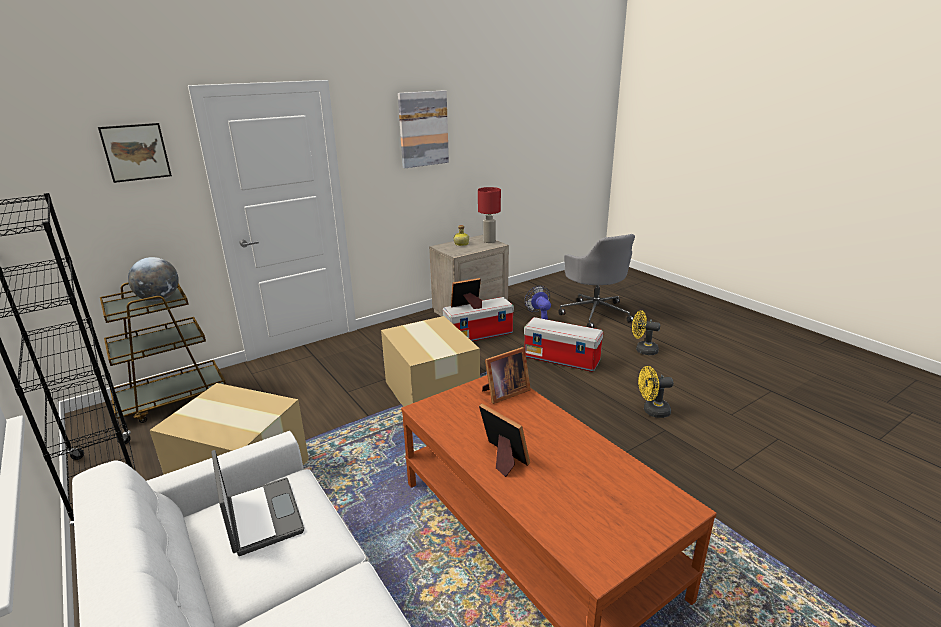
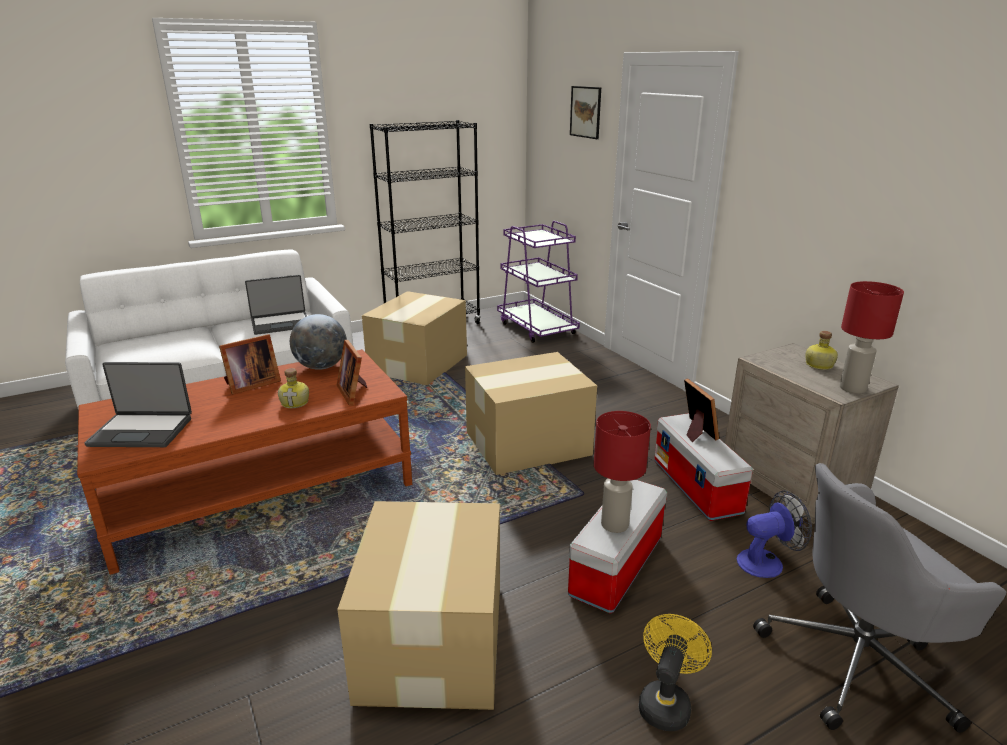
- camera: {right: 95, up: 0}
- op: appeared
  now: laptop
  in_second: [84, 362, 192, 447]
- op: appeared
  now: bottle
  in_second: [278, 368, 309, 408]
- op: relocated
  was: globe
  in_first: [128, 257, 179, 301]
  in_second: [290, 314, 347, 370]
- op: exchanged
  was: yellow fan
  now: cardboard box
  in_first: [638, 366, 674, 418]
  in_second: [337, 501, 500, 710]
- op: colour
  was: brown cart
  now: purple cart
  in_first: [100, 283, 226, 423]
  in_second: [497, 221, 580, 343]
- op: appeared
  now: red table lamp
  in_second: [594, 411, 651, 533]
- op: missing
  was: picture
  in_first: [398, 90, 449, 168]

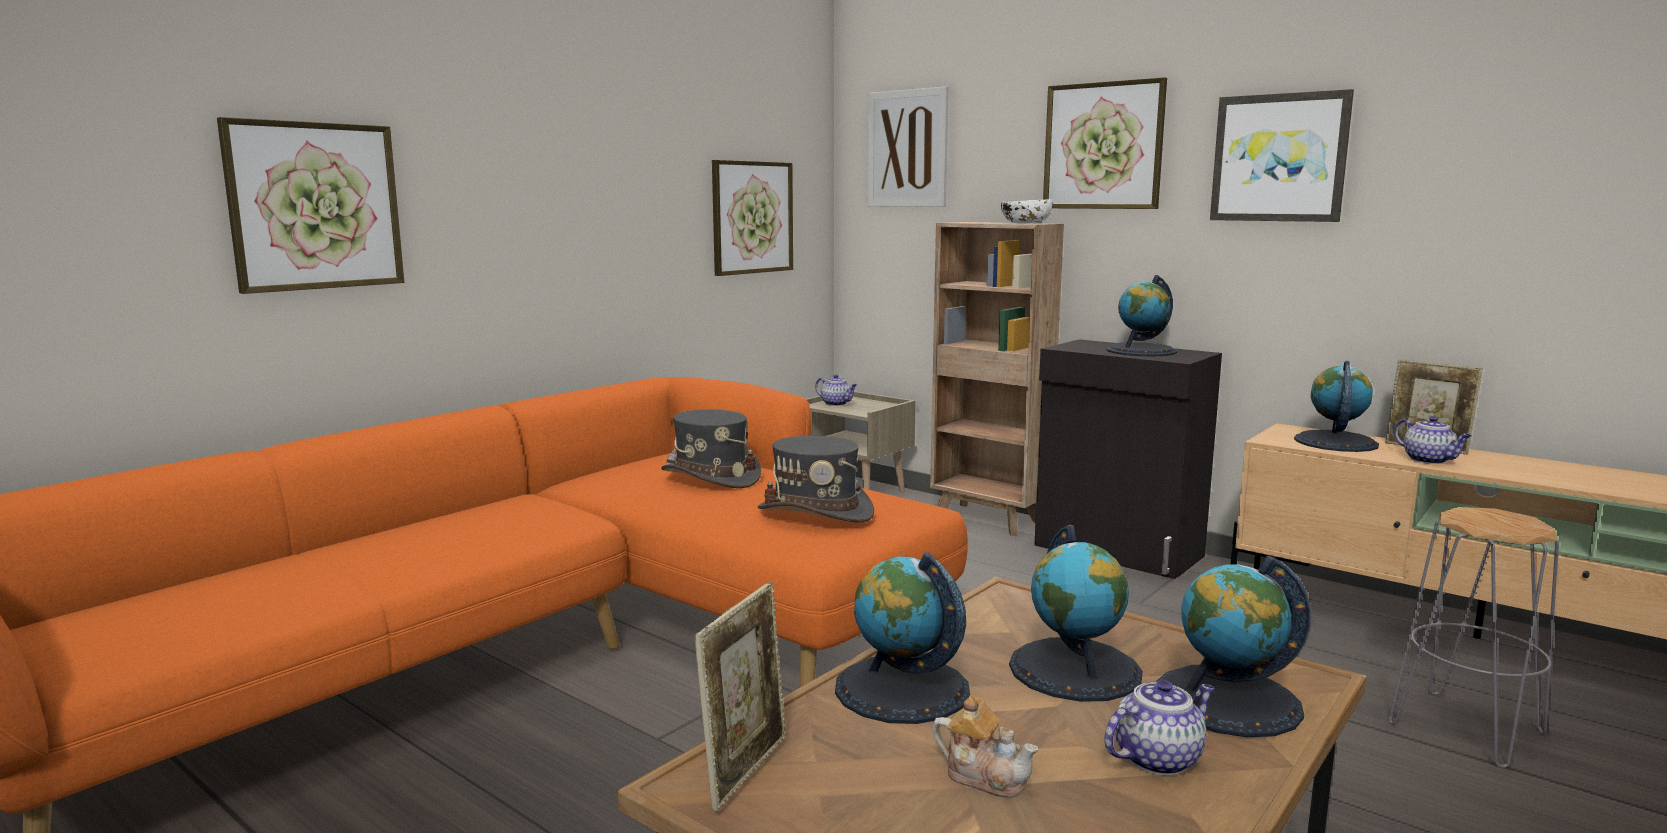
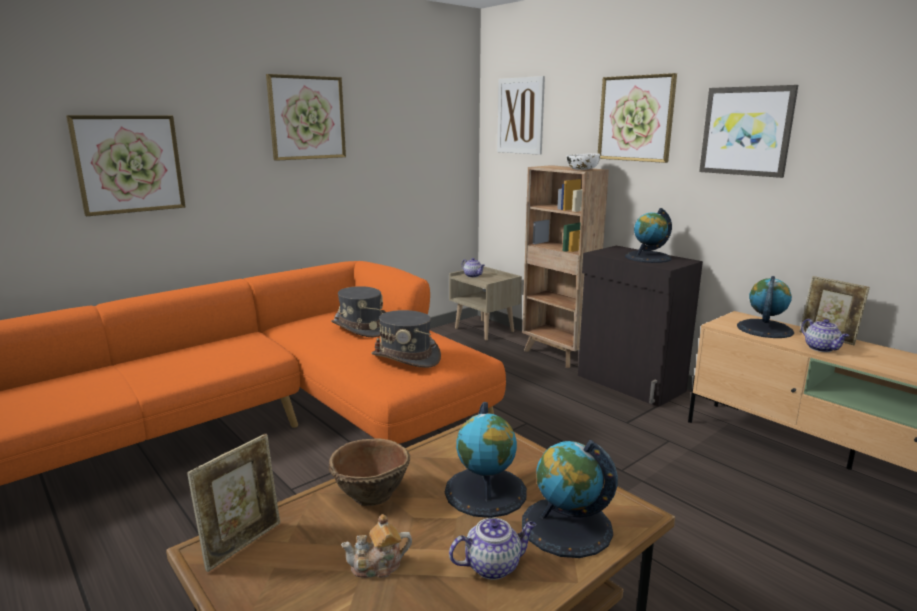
- camera: {right: 10, up: 5}
- op: relocated
  was: picture
  in_first: [712, 160, 793, 276]
  in_second: [266, 74, 346, 161]
- op: exchanged
  was: globe
  now: brown bowl
  in_first: [835, 552, 970, 724]
  in_second: [328, 438, 410, 506]
- op: spun
  was: teapot
  in_first: [932, 695, 1038, 798]
  in_second: [341, 514, 412, 578]
  clockwise: 120
- op: missing
  was: grey stool
  in_first: [1388, 507, 1559, 768]

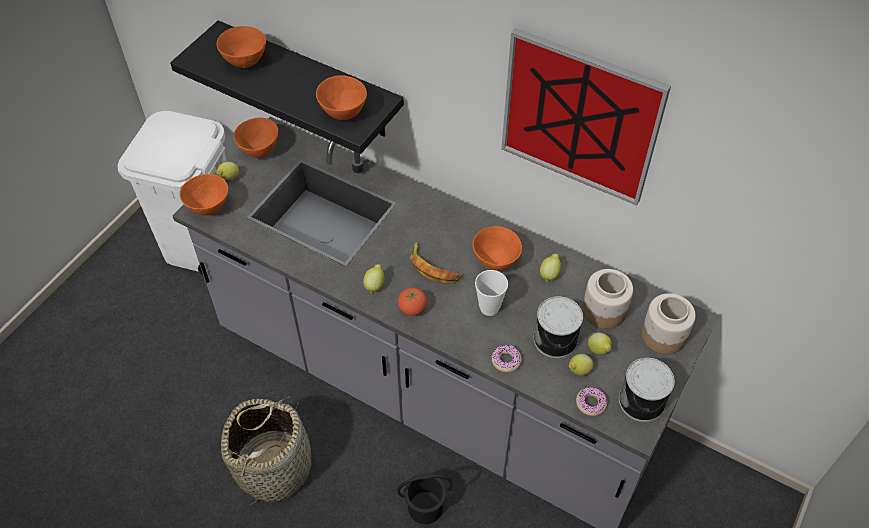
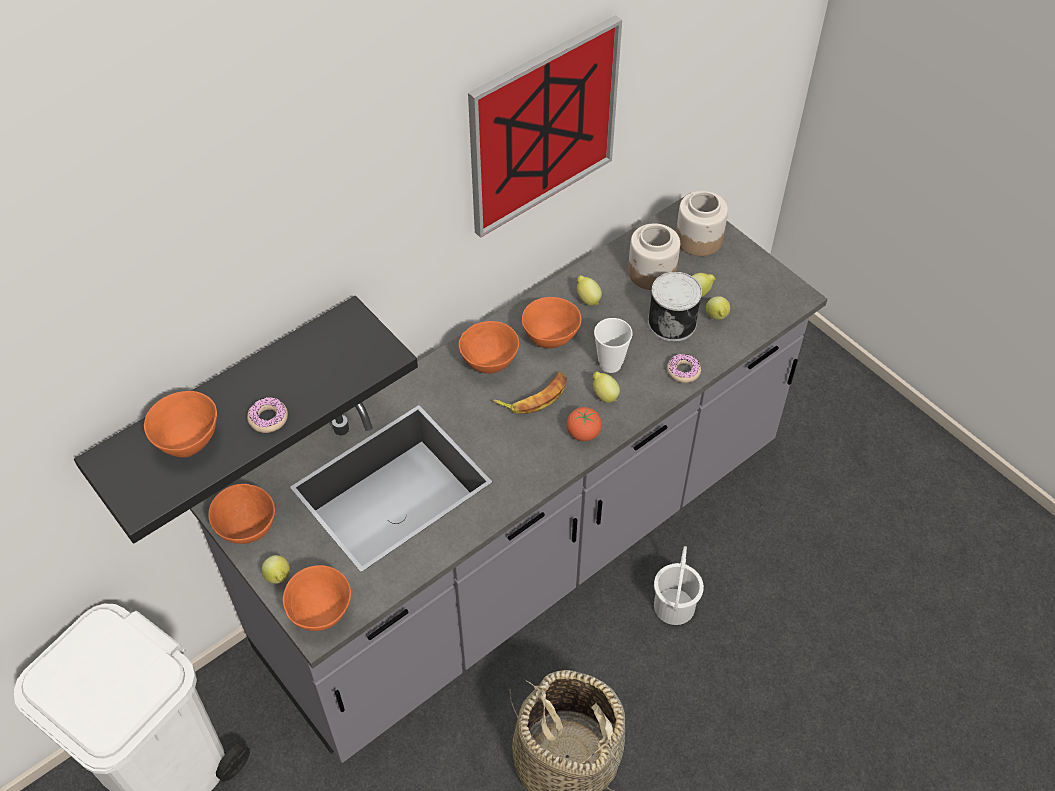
- camera: {right: -70, up: 0}
- op: relocated
  was: donut
  in_first: [576, 387, 607, 416]
  in_second: [247, 397, 288, 433]
- op: relocated
  was: orange bowl
  in_first: [316, 75, 367, 120]
  in_second: [459, 321, 519, 374]
- op: relocated
  was: lemon
  in_first: [363, 264, 384, 294]
  in_second: [593, 371, 620, 403]
- op: colour
  was: black bucket
  now: white bucket
  in_first: [397, 473, 453, 524]
  in_second: [654, 546, 704, 625]
- op: missing
  was: can
  in_first: [619, 358, 675, 422]

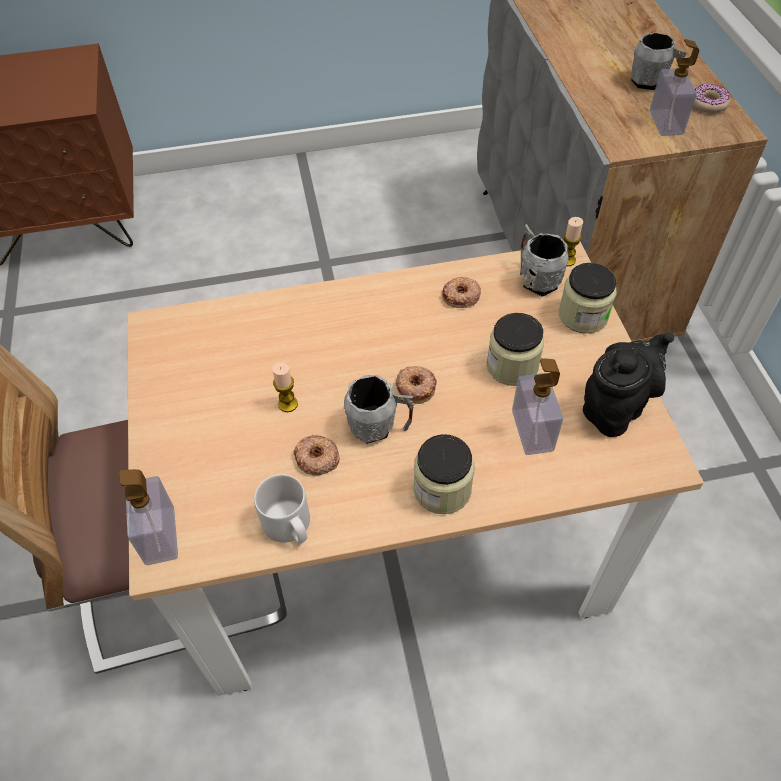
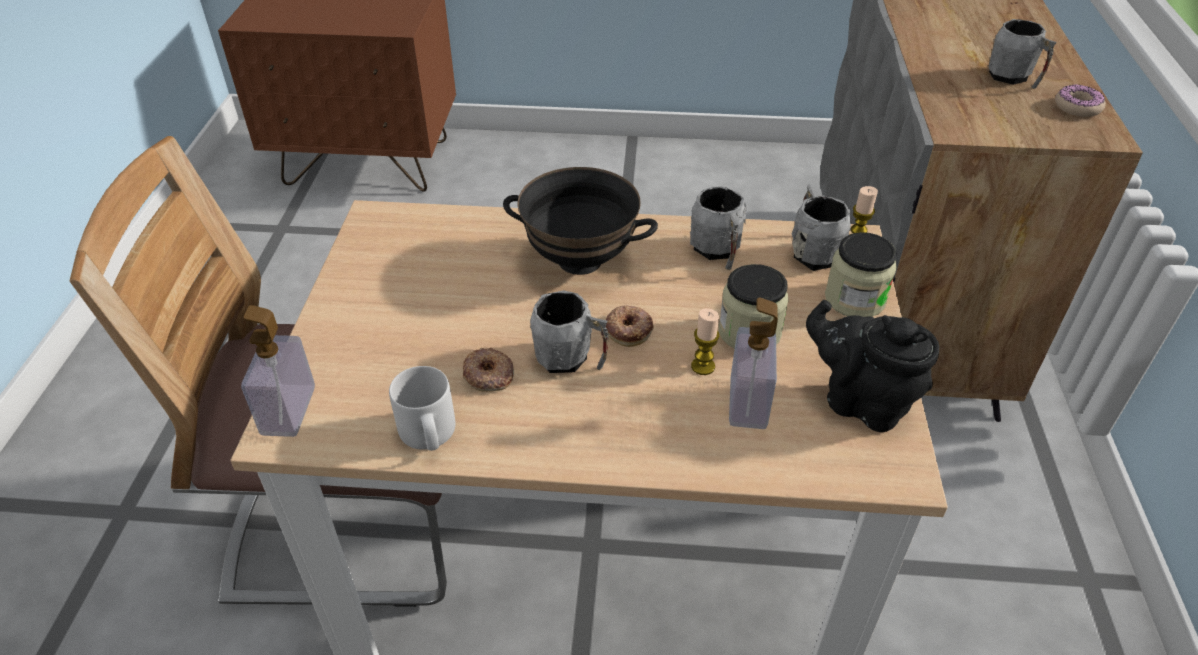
- camera: {right: 15, up: -10}
- op: appeared
  now: black bowl
  in_second: [503, 167, 658, 275]
- op: exchanged
  was: donut
  now: grey mug
  in_first: [442, 277, 481, 308]
  in_second: [690, 186, 747, 270]
- op: relocated
  was: candle
  in_first: [272, 363, 298, 412]
  in_second: [691, 308, 719, 375]
- op: spun
  was: black teapot
  in_first: [583, 333, 674, 437]
  in_second: [806, 300, 939, 432]
  clockwise: -120
- op: missing
  was: jar
  in_first: [414, 434, 474, 514]
- op: missing
  was: soap dispenser
  in_first: [650, 39, 699, 136]

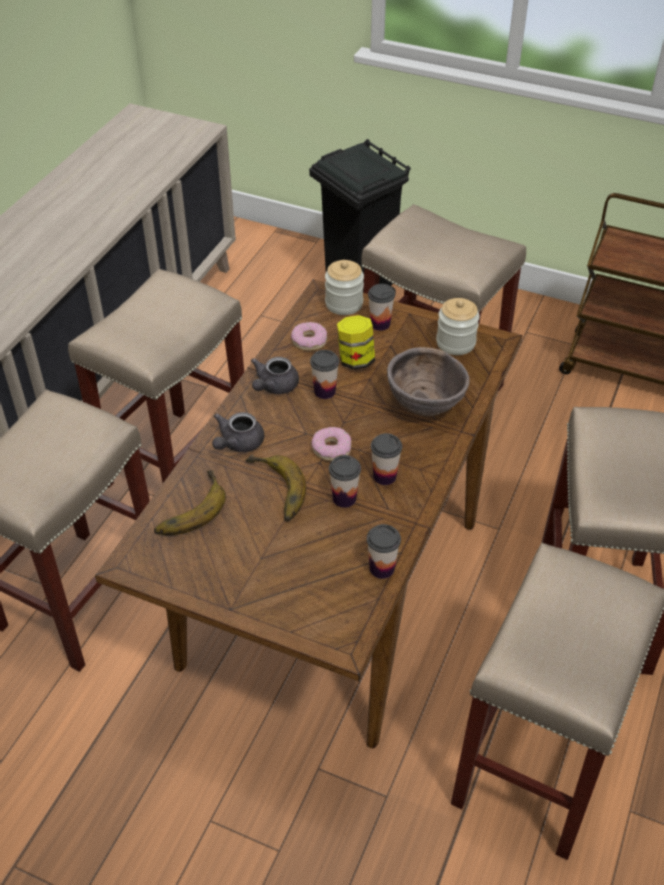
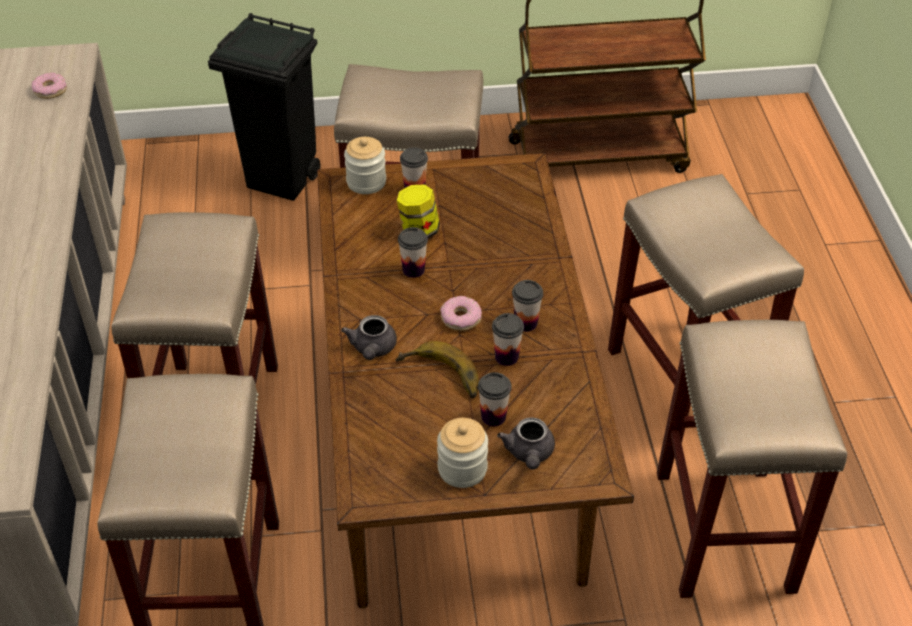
- camera: {right: -30, up: 0}
- op: relocated
  was: donut
  in_first: [291, 322, 327, 351]
  in_second: [32, 73, 67, 99]
- op: relocated
  was: jar
  in_first: [436, 298, 479, 355]
  in_second: [437, 418, 488, 488]
- op: relocated
  was: cup
  in_first: [367, 524, 401, 579]
  in_second: [478, 372, 511, 426]
- op: relocated
  was: grey teapot
  in_first: [251, 357, 299, 394]
  in_second: [497, 417, 555, 470]
- op: missing
  was: banana
  in_first: [154, 470, 226, 535]
- op: missing
  was: brown bowl
  in_first: [387, 347, 470, 417]

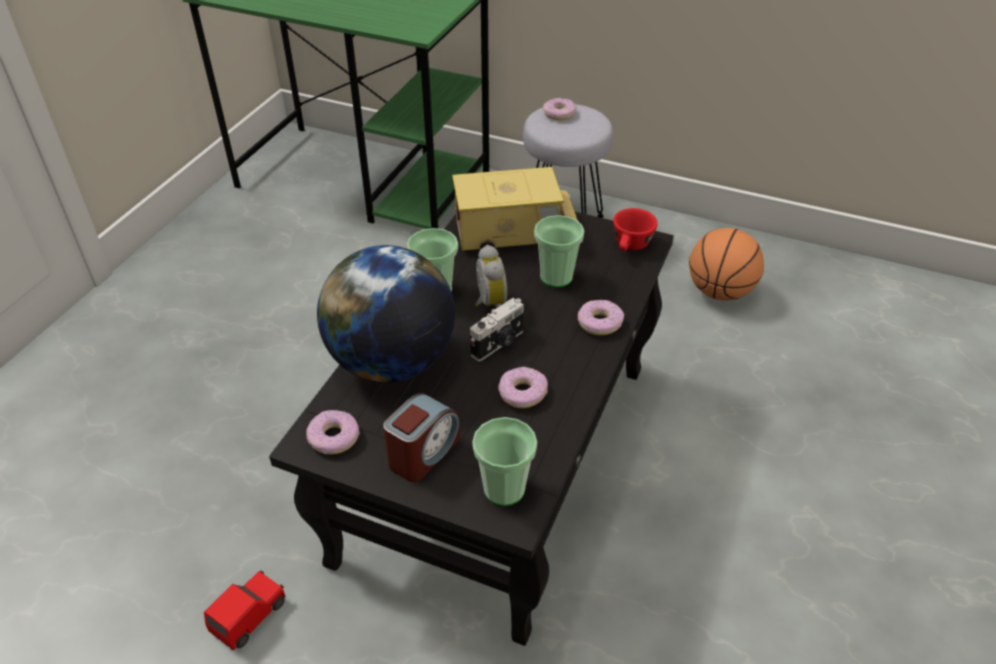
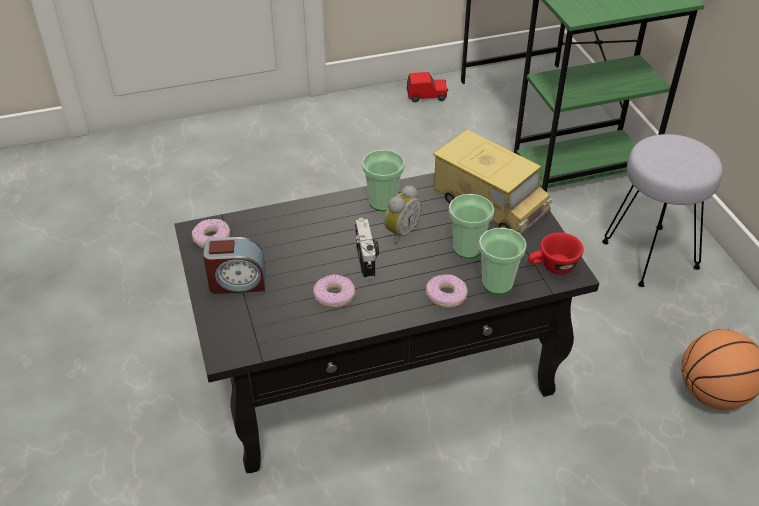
- camera: {right: 50, up: 0}
- op: spun
  was: photo camera
  in_first: [470, 298, 524, 361]
  in_second: [355, 218, 379, 279]
  clockwise: -105
- op: relocated
  was: red toy car
  in_first: [204, 571, 286, 651]
  in_second: [407, 72, 448, 102]
- op: relocated
  was: cup
  in_first: [472, 417, 537, 506]
  in_second: [479, 227, 527, 295]
- op: missing
  was: globe
  in_first: [317, 245, 455, 383]
- op: missing
  was: donut
  in_first: [543, 98, 576, 120]

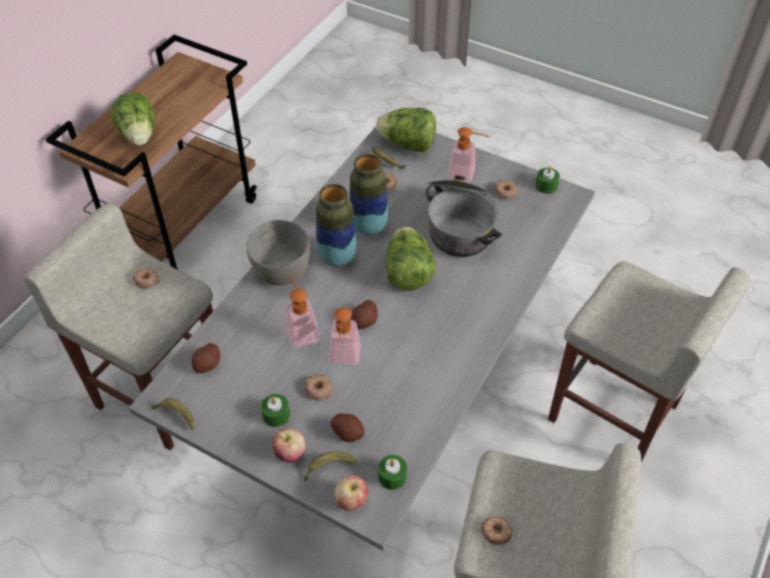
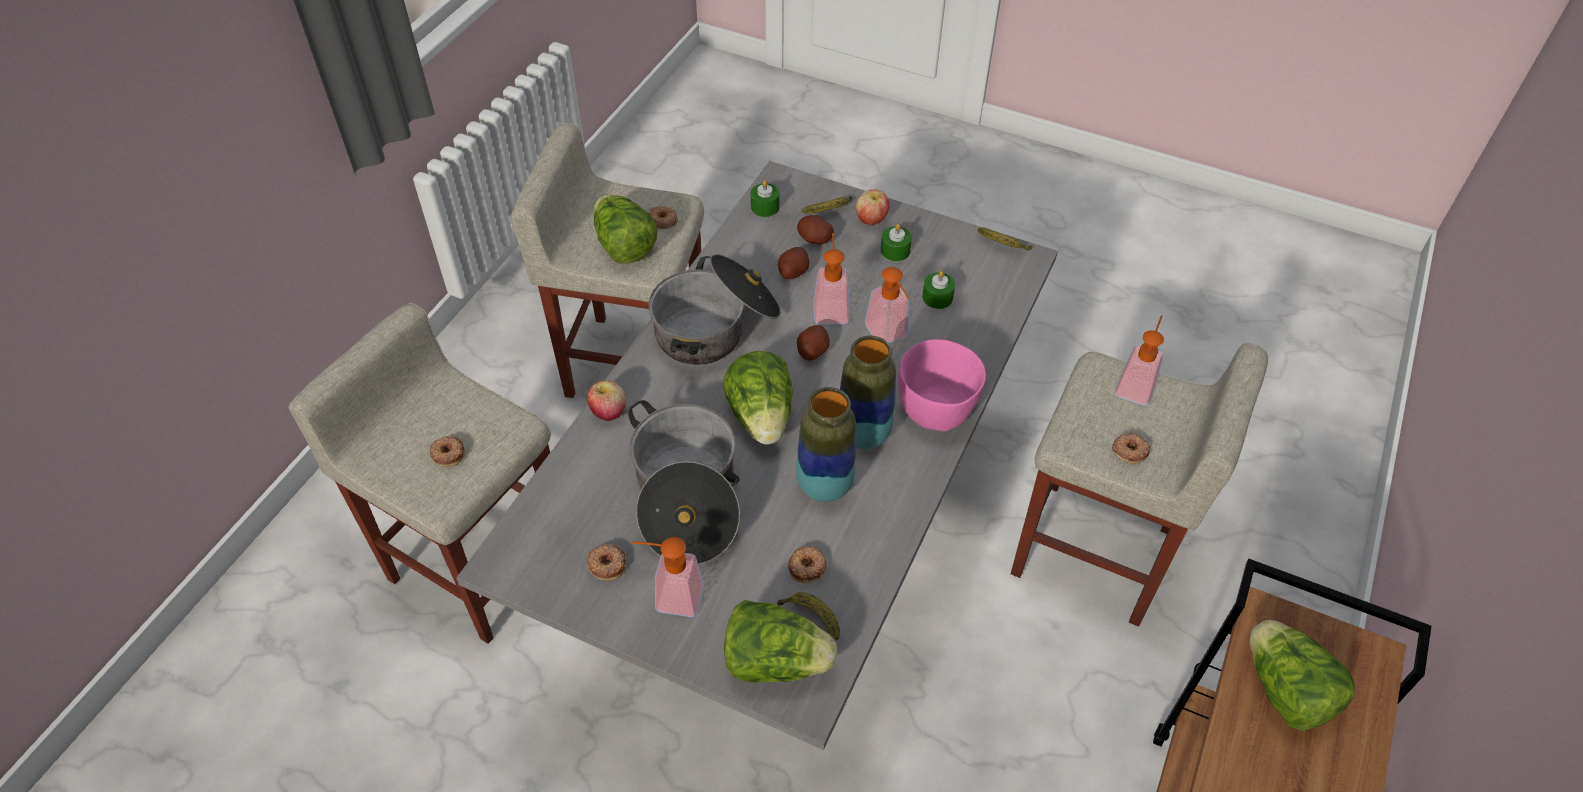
- camera: {right: 175, up: 0}
- op: relocated
  was: donut
  in_first: [304, 374, 333, 400]
  in_second: [430, 436, 465, 467]
- op: relocated
  was: apple
  in_first: [334, 475, 368, 511]
  in_second: [587, 380, 626, 421]
- op: appeared
  now: lettuce
  in_second: [594, 194, 657, 263]
- op: appeared
  now: cooking pot
  in_second: [648, 254, 781, 365]
- op: relocated
  was: potato
  in_first: [191, 343, 220, 373]
  in_second: [778, 247, 809, 279]
- op: colour
  was: grey bowl
  now: pink bowl
  in_first: [247, 220, 310, 286]
  in_second: [898, 339, 986, 431]
- op: relocated
  was: green candle
  in_first: [535, 166, 560, 194]
  in_second: [922, 271, 955, 309]
- op: appeared
  now: soap dispenser
  in_second: [1115, 315, 1164, 405]

